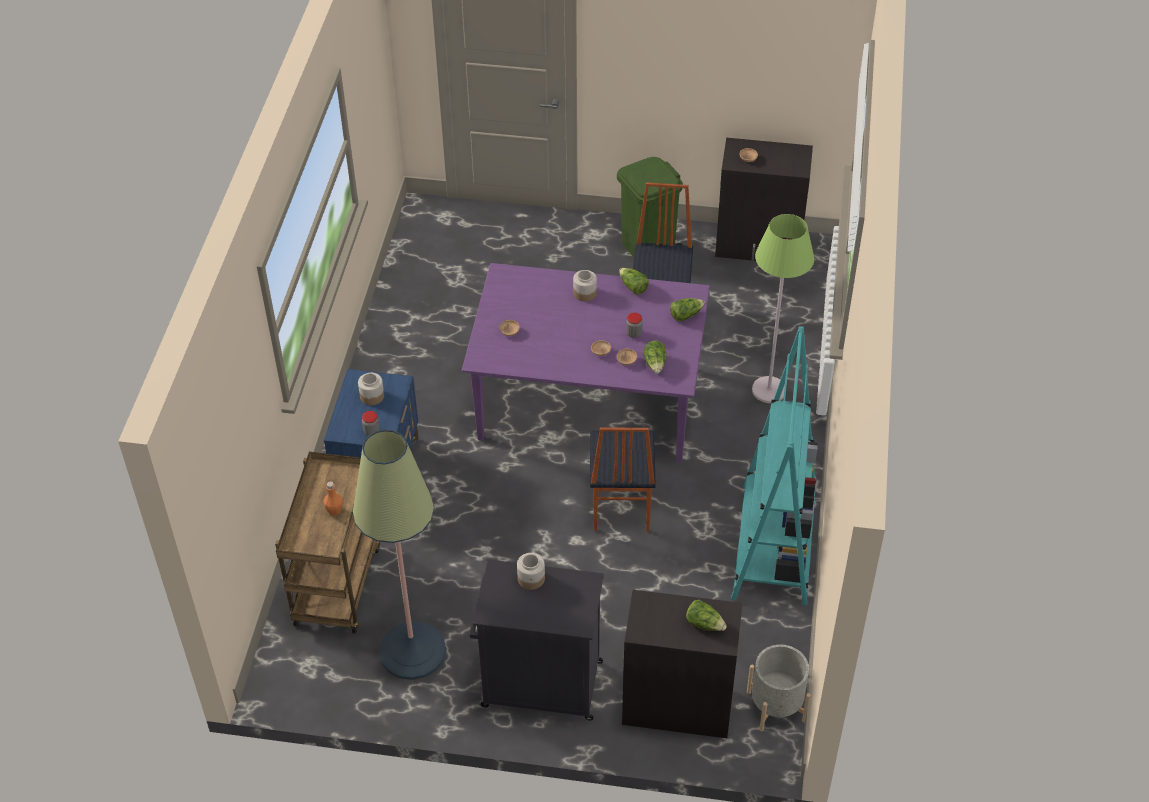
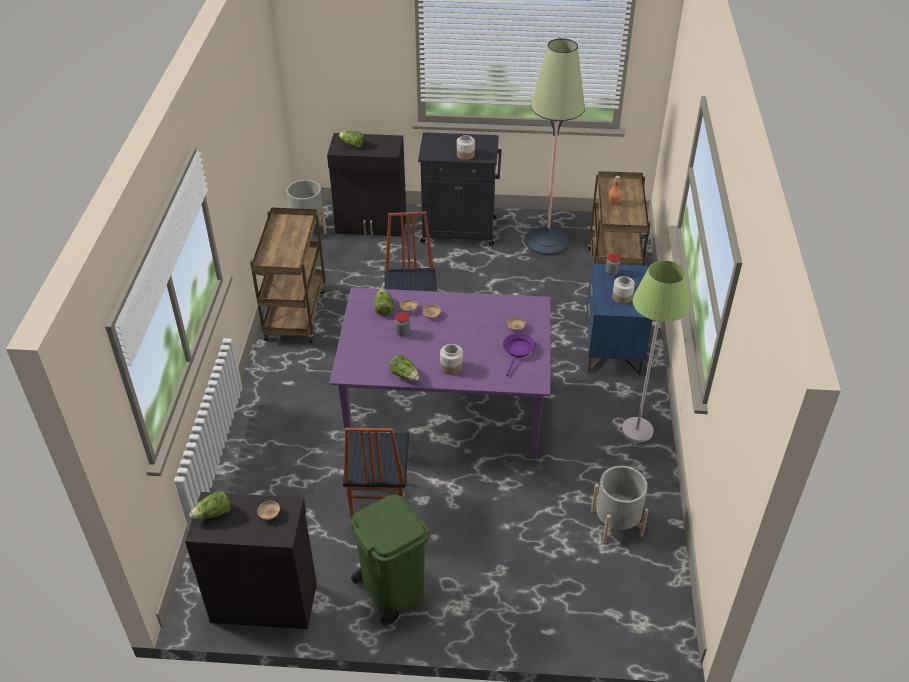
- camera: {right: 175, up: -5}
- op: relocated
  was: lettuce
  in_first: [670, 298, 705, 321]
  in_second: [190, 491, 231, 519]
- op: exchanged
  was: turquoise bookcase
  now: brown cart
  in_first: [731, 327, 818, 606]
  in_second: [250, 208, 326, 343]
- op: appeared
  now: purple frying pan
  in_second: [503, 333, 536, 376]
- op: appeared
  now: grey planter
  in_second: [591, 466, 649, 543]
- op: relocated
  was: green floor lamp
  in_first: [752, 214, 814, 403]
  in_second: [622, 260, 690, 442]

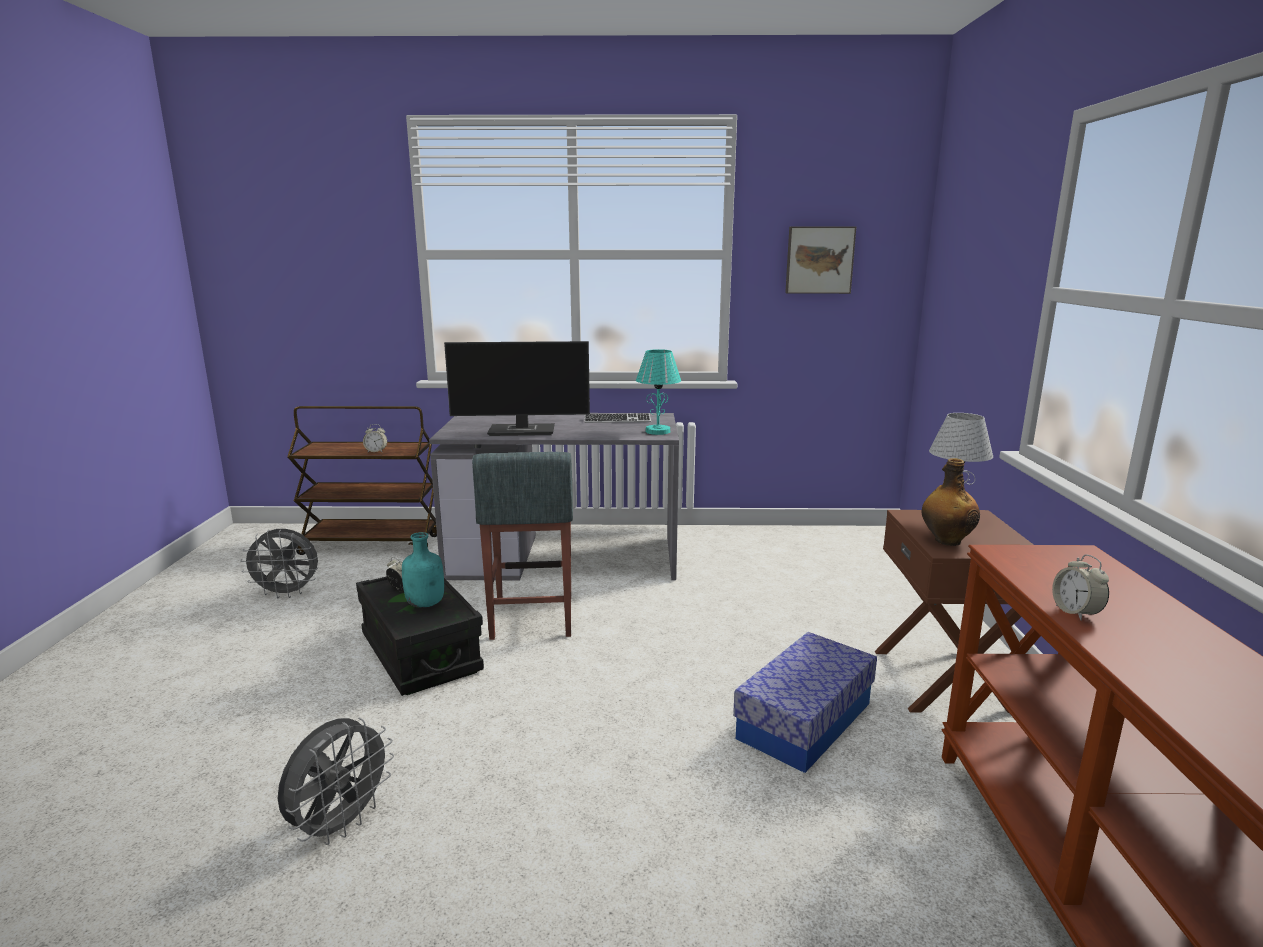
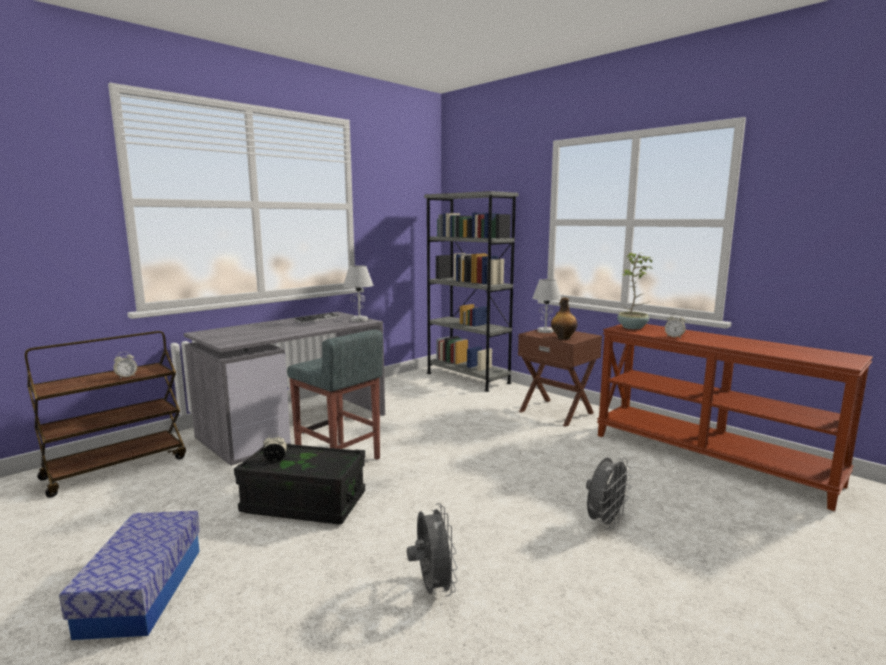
- camera: {right: -45, up: -5}
- op: relocated
  was: storage box
  in_first: [733, 632, 877, 773]
  in_second: [59, 511, 200, 640]
- op: colour
  was: turquoise table lamp
  now: white table lamp
  in_first: [636, 349, 681, 435]
  in_second: [343, 266, 374, 322]
- op: appeared
  now: grey bookcase
  in_second: [424, 191, 518, 392]
- op: relocated
  was: grey fan
  in_first: [240, 529, 318, 598]
  in_second: [586, 458, 632, 530]
- op: appeared
  now: potted plant
  in_second: [617, 253, 653, 329]
- op: missing
  was: turquoise bottle
  in_first: [402, 532, 444, 608]
- op: missing
  was: monitor
  in_first: [444, 341, 590, 436]
- op: missing
  was: picture
  in_first: [785, 226, 856, 294]

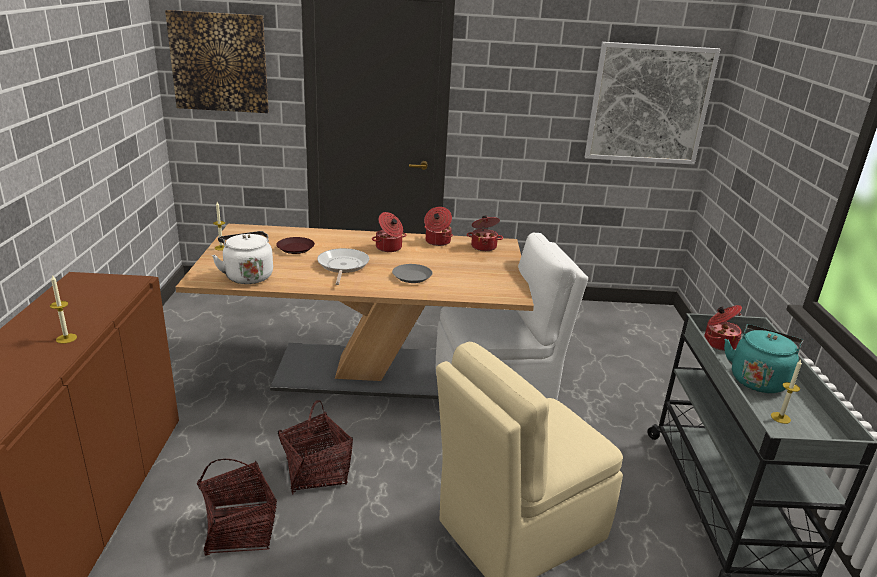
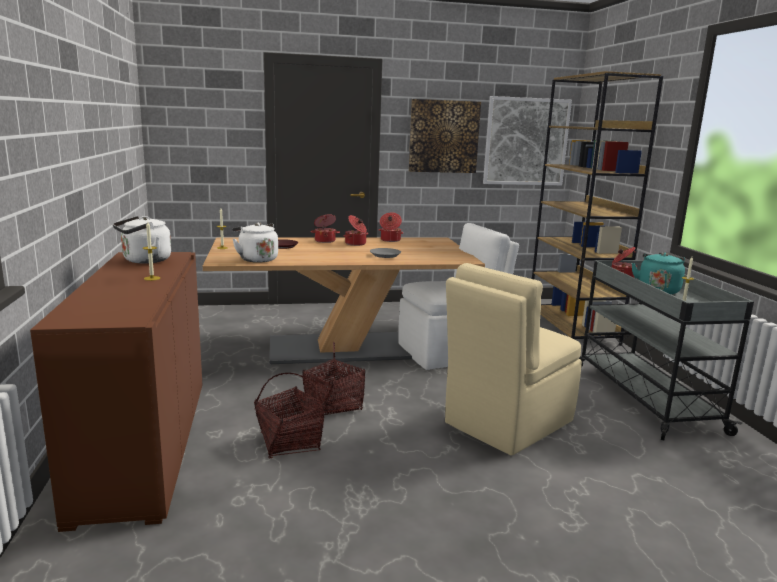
- camera: {right: -10, up: -10}
- op: appeared
  now: white kettle
  in_second: [113, 216, 171, 264]
- op: relocated
  was: cooking pot
  in_first: [467, 215, 503, 251]
  in_second: [310, 214, 340, 243]
- op: relocated
  was: picture
  in_first: [165, 10, 269, 113]
  in_second: [409, 99, 481, 173]
- op: appeared
  now: brown bookcase
  in_second: [532, 71, 663, 346]
- op: missing
  was: frying pan
  in_first: [317, 248, 369, 285]

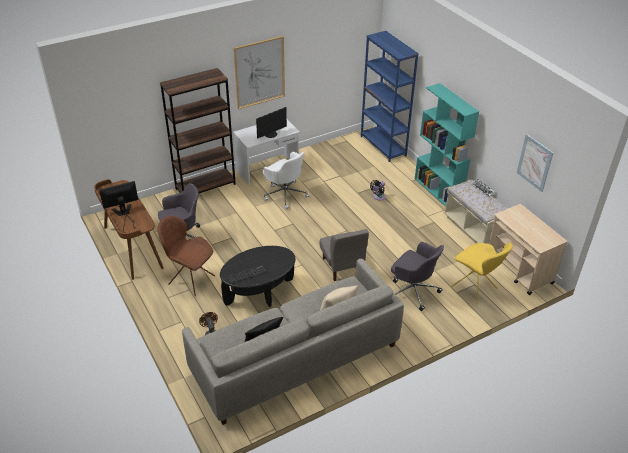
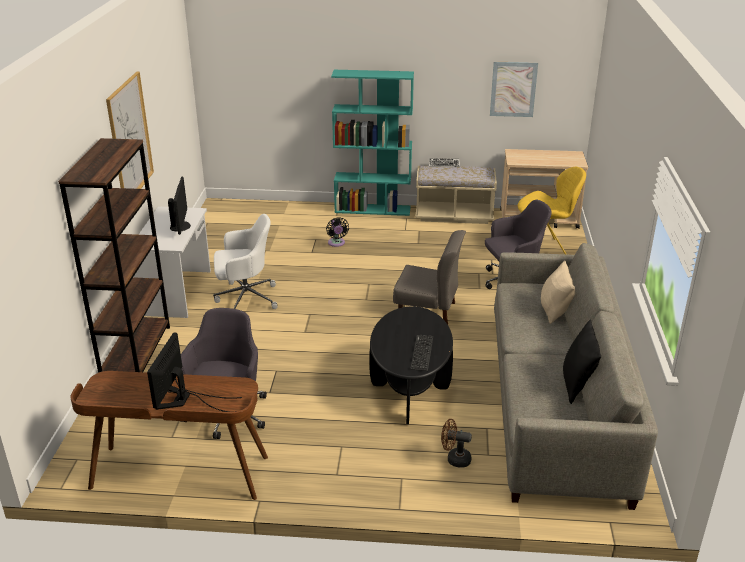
- camera: {right: -55, up: -10}
- op: missing
  was: brown chair
  in_first: [157, 216, 215, 296]
- op: missing
  was: blue bookcase
  in_first: [361, 31, 419, 162]

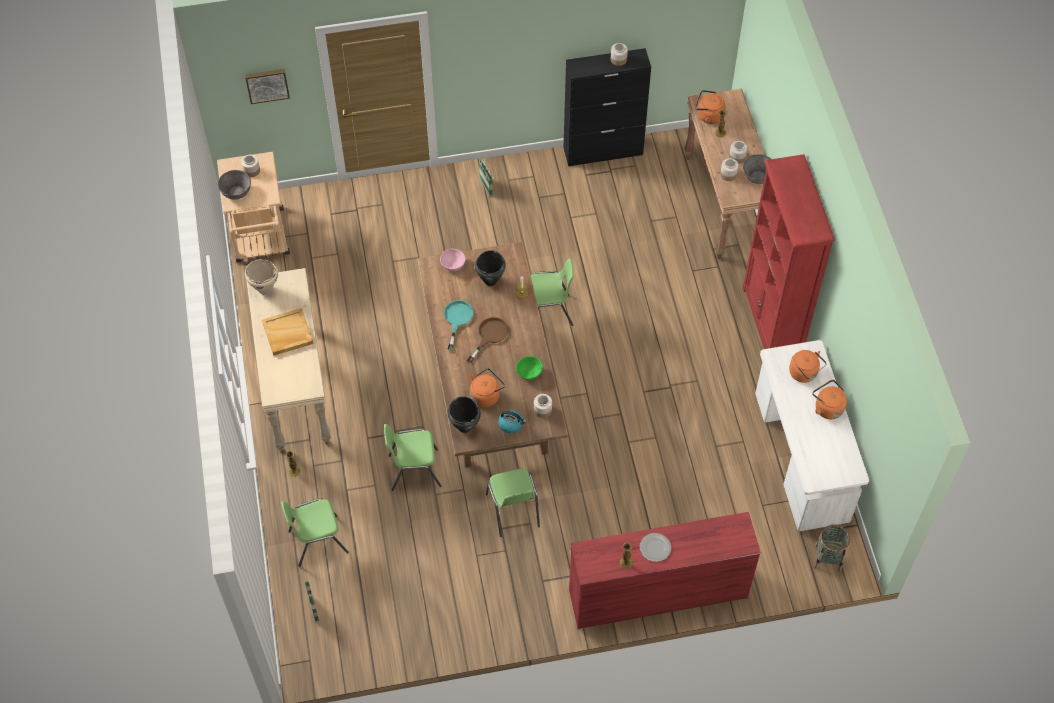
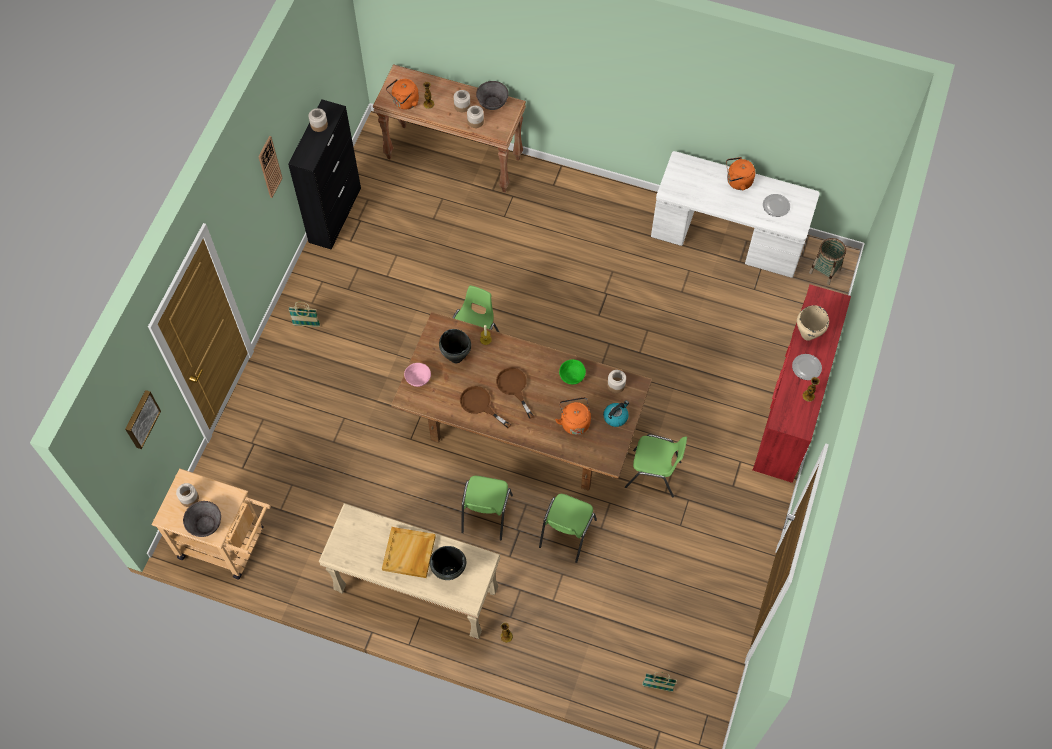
- camera: {right: -60, up: 5}
- op: appeared
  now: wall clock
  in_second: [258, 136, 282, 198]
- op: relocated
  was: black cooking pot
  in_first: [447, 396, 481, 433]
  in_second: [430, 546, 466, 580]
- op: colour
  was: turquoise frying pan
  now: brown frying pan
  in_first: [444, 300, 473, 350]
  in_second: [460, 386, 511, 428]
- op: relocated
  was: green chair
  in_first: [281, 498, 349, 567]
  in_second: [461, 476, 513, 540]
- op: appeared
  now: plate
  in_second: [763, 194, 790, 217]
- op: relocated
  was: beige cooking pot
  in_first: [245, 259, 278, 295]
  in_second: [797, 305, 829, 341]
- op: missing
  was: red bookcase
  in_first: [743, 154, 835, 349]
- op: missing
  was: orange kettle
  in_first: [789, 350, 827, 383]

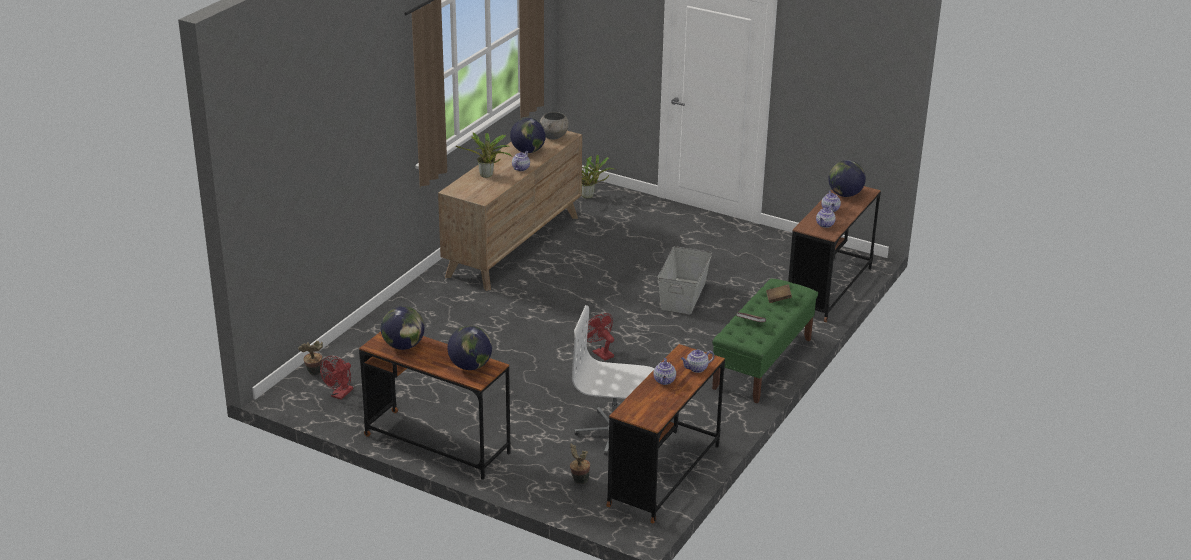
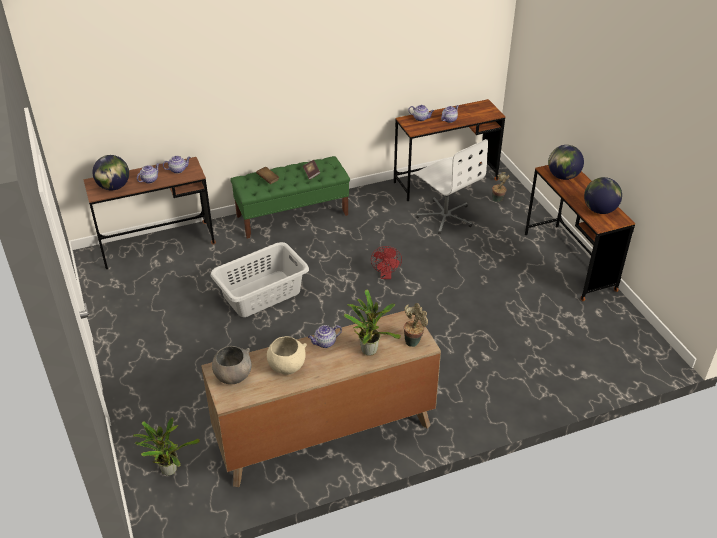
- camera: {right: -140, up: 10}
- op: exchanged
  was: grey storage box
  now: grey laundry basket
  in_first: [658, 246, 712, 314]
  in_second: [210, 242, 309, 317]
- op: exchanged
  was: globe
  now: beige bowl
  in_first: [510, 117, 546, 153]
  in_second: [267, 336, 307, 375]
- op: relocated
  was: potted plant
  in_first: [298, 341, 323, 375]
  in_second: [404, 303, 428, 347]
- op: missing
  was: red fan
  in_first: [320, 356, 353, 400]

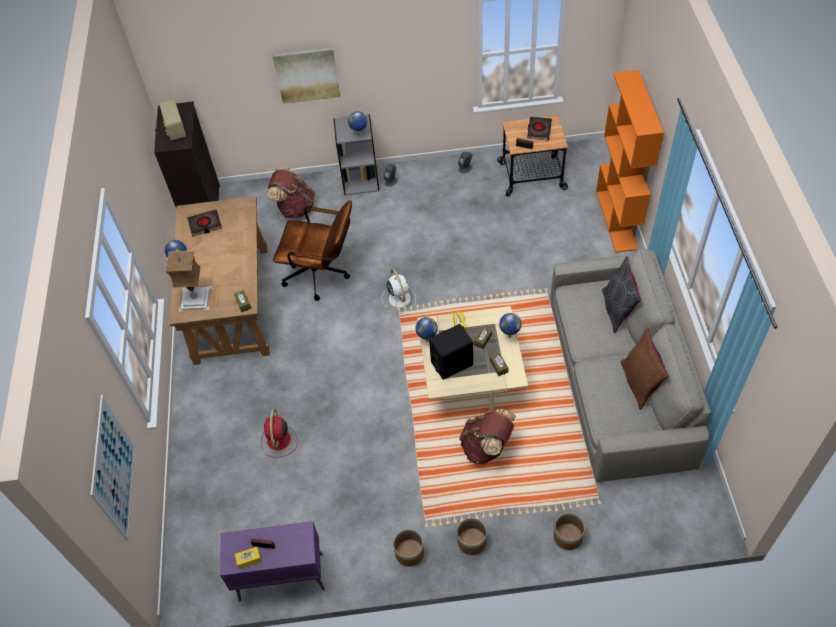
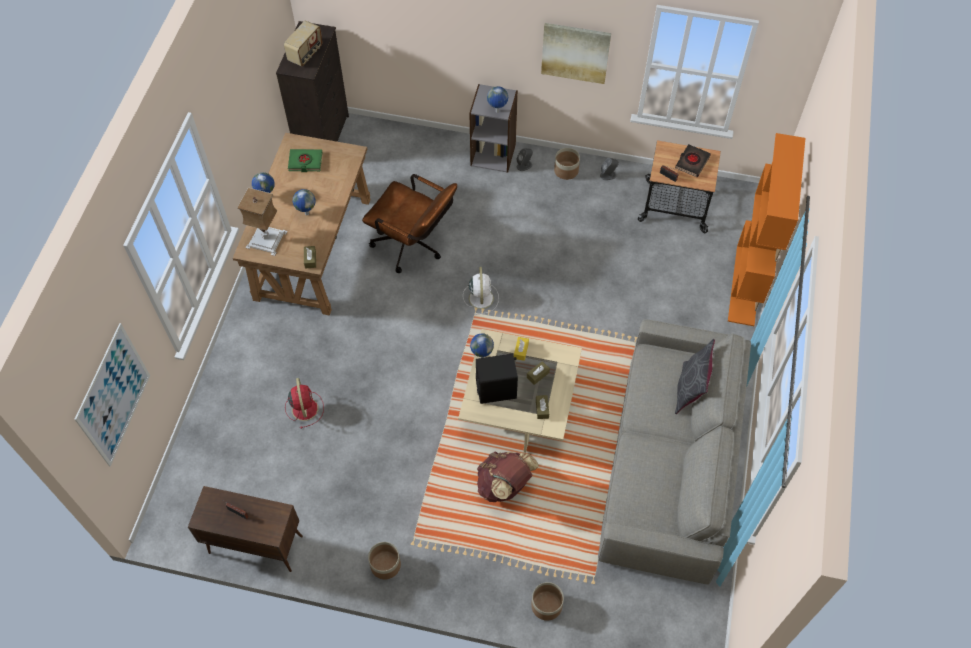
- camera: {right: 15, up: 5}
- op: colour
  was: purple cabinet
  now: brown cabinet
  in_first: [220, 521, 325, 601]
  in_second: [188, 486, 303, 572]
- op: spun
  was: radio
  in_first: [159, 99, 186, 141]
  in_second: [284, 21, 323, 66]
  clockwise: -150
- op: spun
  was: red fan
  in_first: [261, 409, 298, 458]
  in_second: [285, 378, 324, 428]
  clockwise: 150
- op: colour
  was: black book
  now: green book
  in_first: [187, 209, 222, 236]
  in_second: [288, 149, 322, 172]
- op: relocated
  was: globe
  in_first: [499, 313, 522, 338]
  in_second: [293, 189, 316, 215]
- op: relocated
  was: picture
  in_first: [273, 47, 340, 104]
  in_second: [541, 23, 611, 84]
- op: relocated
  was: planter
  in_first: [457, 518, 487, 555]
  in_second: [554, 148, 580, 180]
- op: missing
  was: yellow tissue box
  in_first: [235, 547, 262, 569]
- op: missing
  was: brown backpack
  in_first: [268, 167, 315, 219]
- op: missing
  was: brown pillow
  in_first: [621, 328, 669, 410]

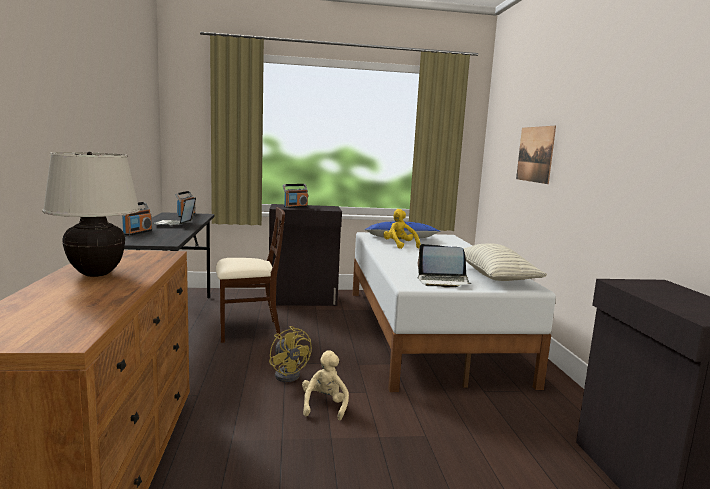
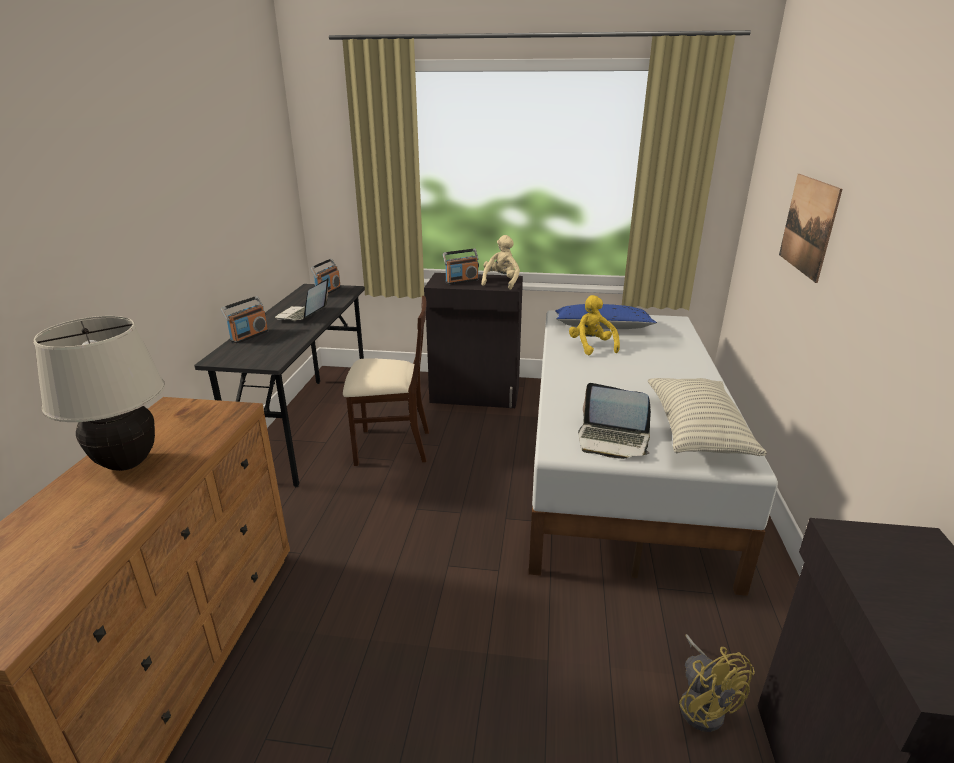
- camera: {right: 15, up: 15}
- op: relocated
  was: beige plush toy
  in_first: [302, 350, 349, 420]
  in_second: [481, 235, 520, 290]
- op: relocated
  was: yellow fan
  in_first: [269, 326, 312, 382]
  in_second: [679, 634, 755, 732]

